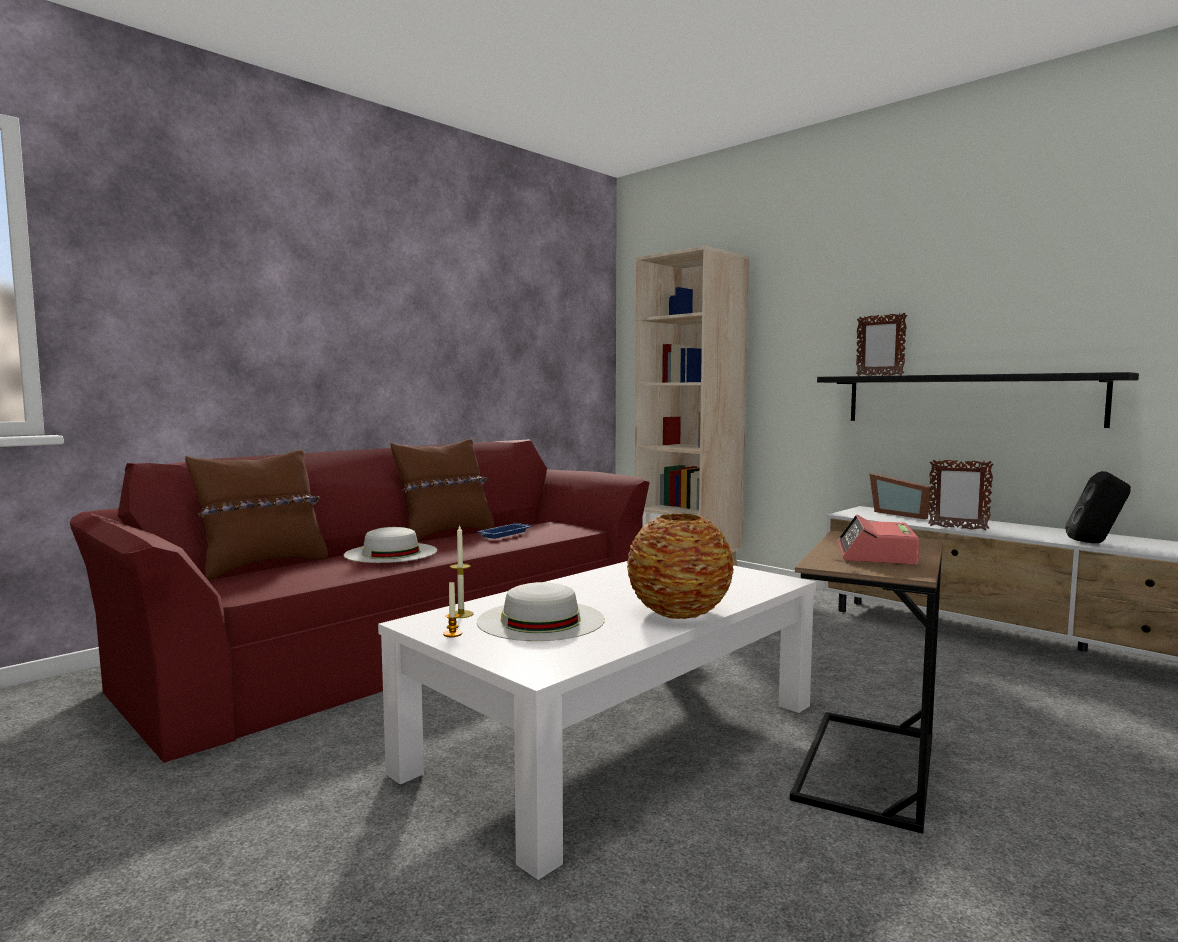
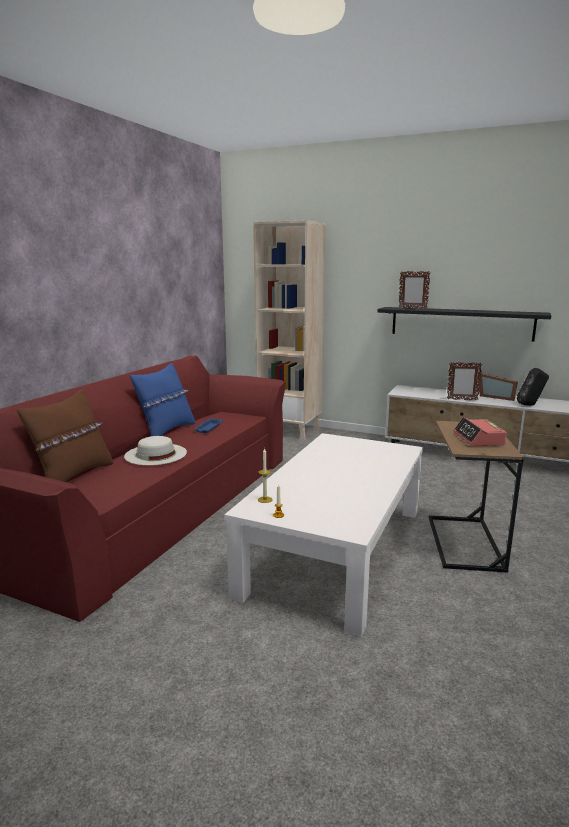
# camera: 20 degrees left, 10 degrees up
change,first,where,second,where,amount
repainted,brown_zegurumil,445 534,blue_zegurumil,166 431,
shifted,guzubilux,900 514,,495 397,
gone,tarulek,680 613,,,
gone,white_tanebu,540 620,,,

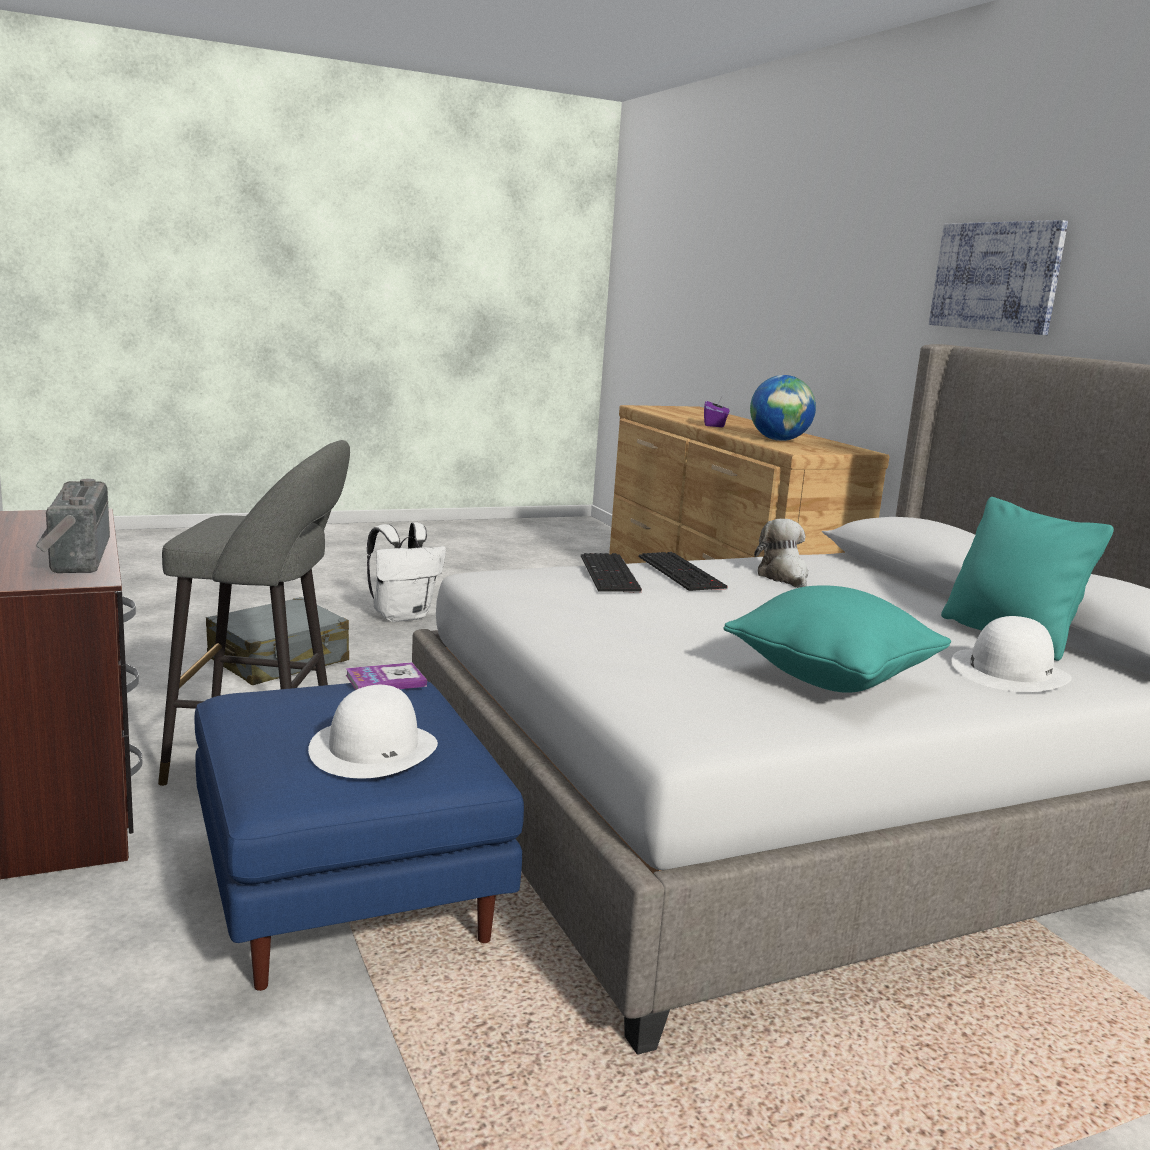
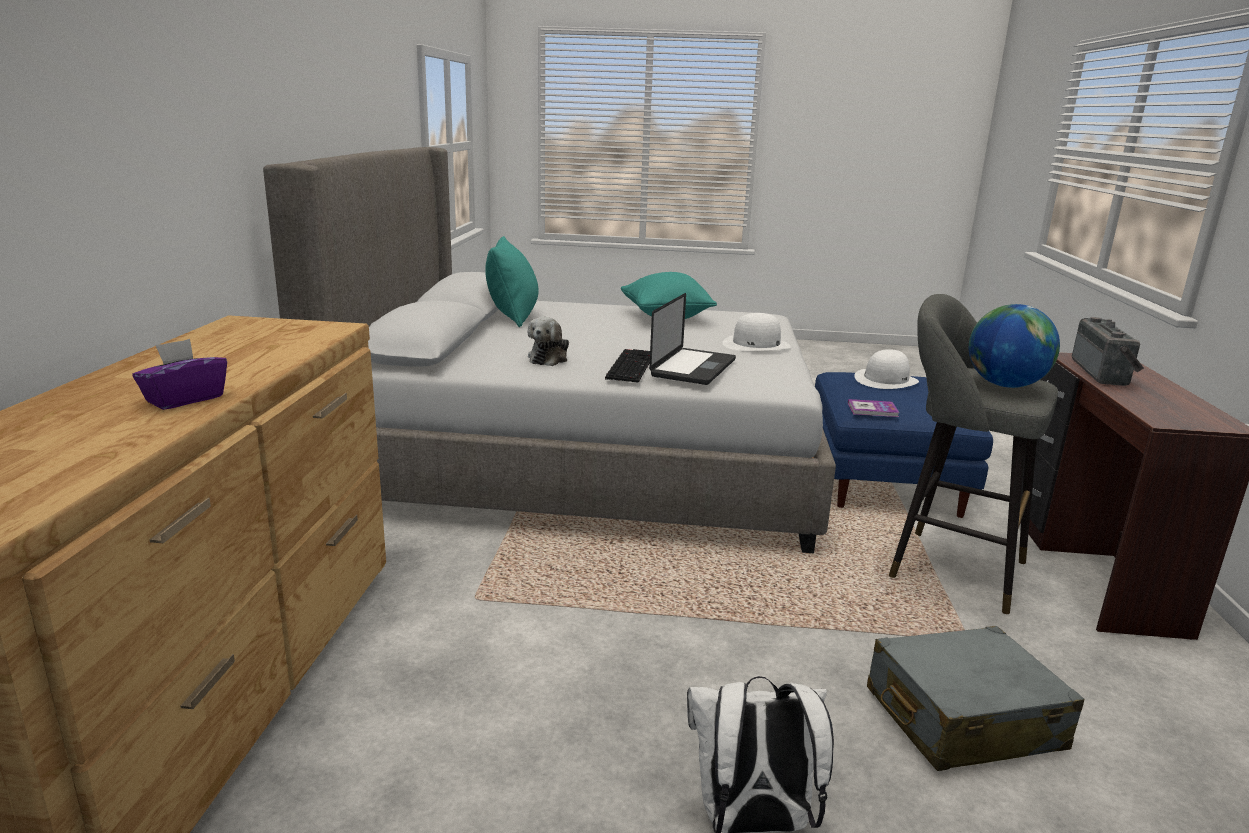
# camera: 150 degrees left, 5 degrees up
change,first,where,second,where,amount
gone,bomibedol,996 276,,,
shifted,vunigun,779 440,,1004 385,
swapped,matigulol,611 574,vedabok,693 368,
shifted,white_tanebu,1009 672,,756 344,

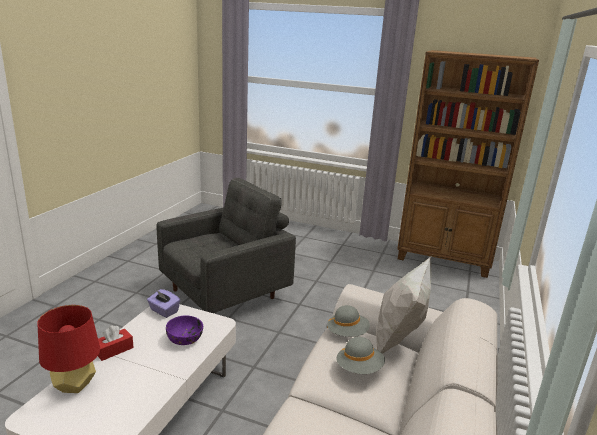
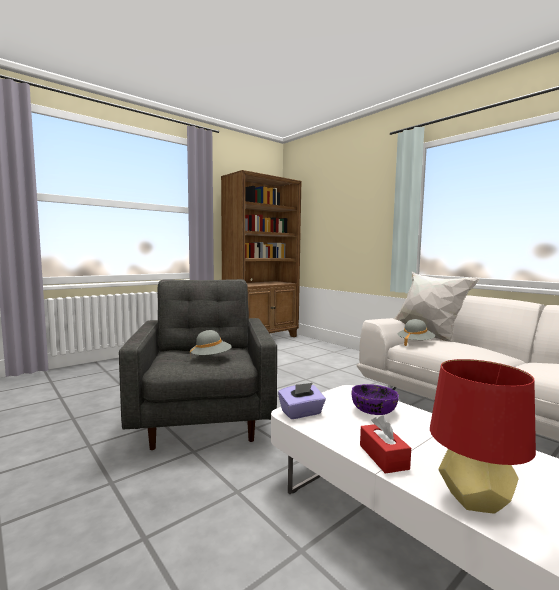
# camera: 60 degrees left, 15 degrees down
change,first,where,second,where,amount
shifted,grey_tanebu,359 368,,211 358,

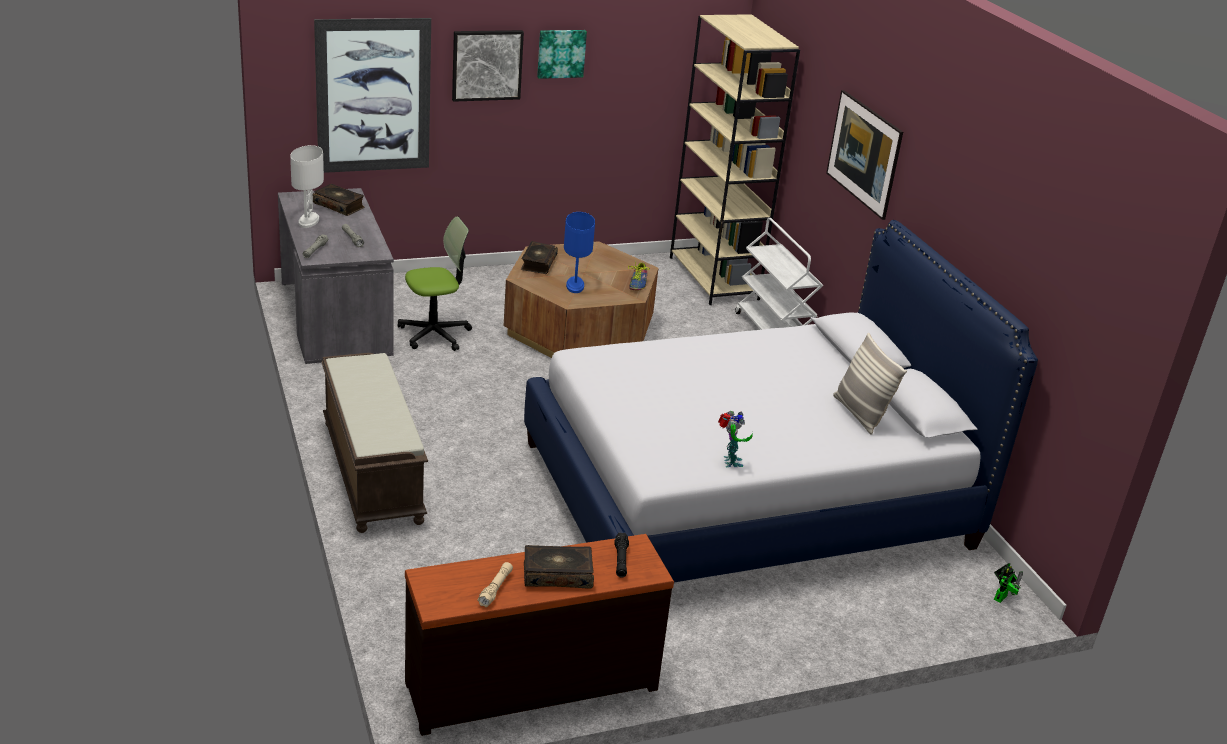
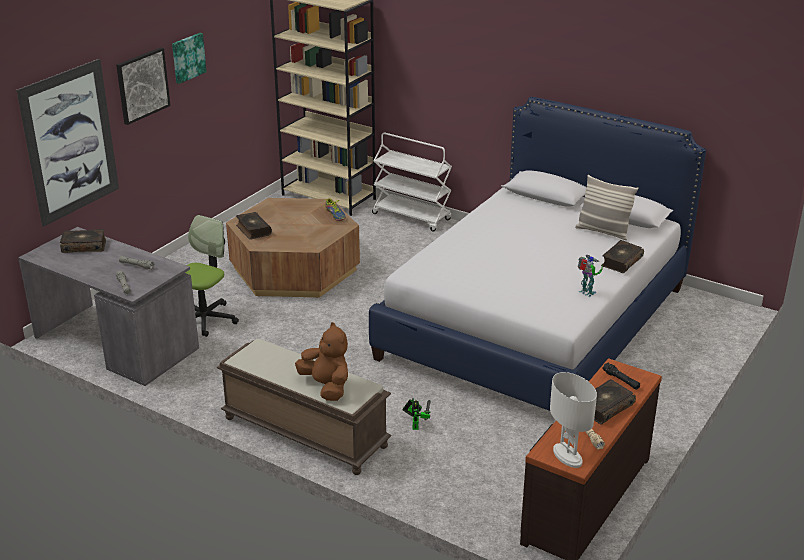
# camera: 35 degrees left, 0 degrees up
change,first,where,second,where,amount
gone,bomibedol,860 174,,,
shifted,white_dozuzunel,309 221,,568 456,
gone,blue_dozuzunel,575 286,,,
shifted,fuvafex,1001 596,,415 424,
new,,,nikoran,621 262,
new,,,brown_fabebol,326 387,

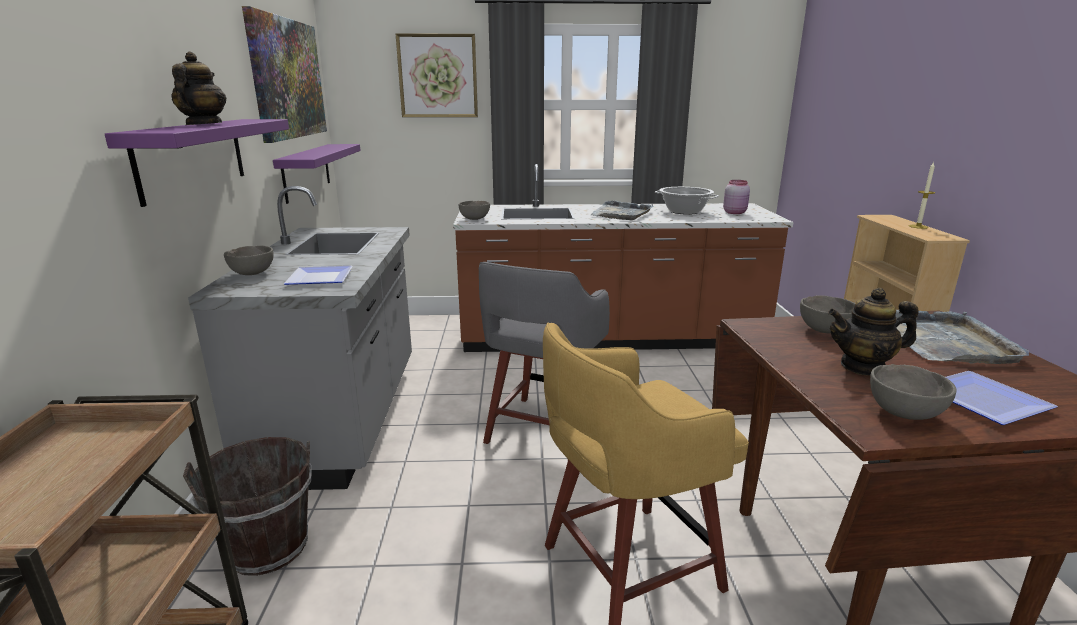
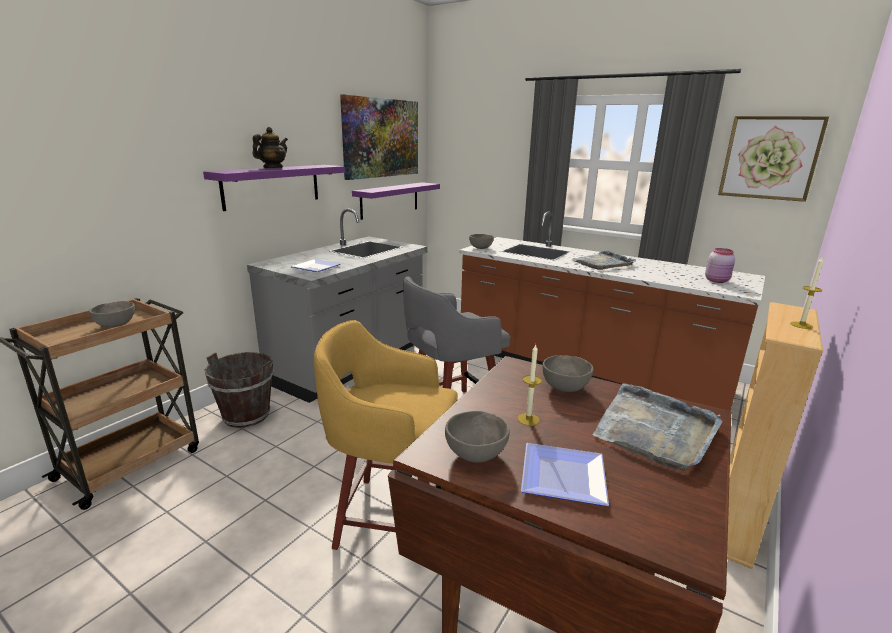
# camera: 35 degrees right, 0 degrees up
change,first,where,second,where,amount
shifted,bomibedol,438 76,,769 158,
gone,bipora,684 211,,,
shifted,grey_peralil,253 273,,117 325,
swapped,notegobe,863 367,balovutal,528 419,

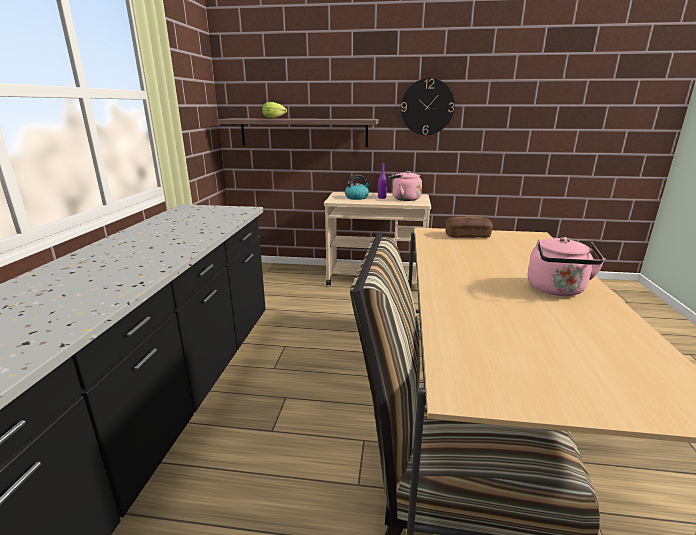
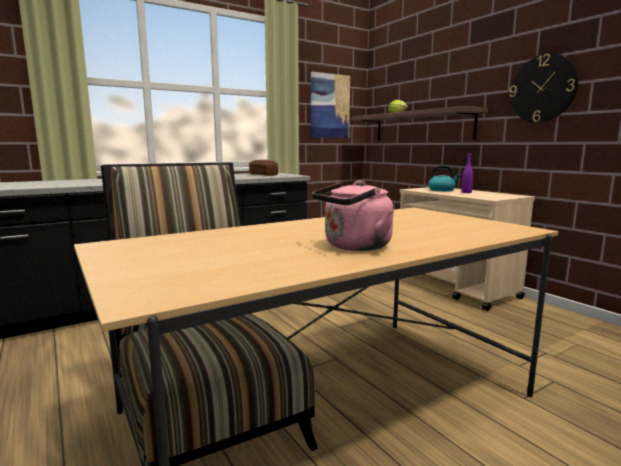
# camera: 50 degrees right, 10 degrees down
change,first,where,second,where,amount
gone,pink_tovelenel,404 199,,,
shifted,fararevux,467 236,,263 175,
new,,,bomibedol,330 106,

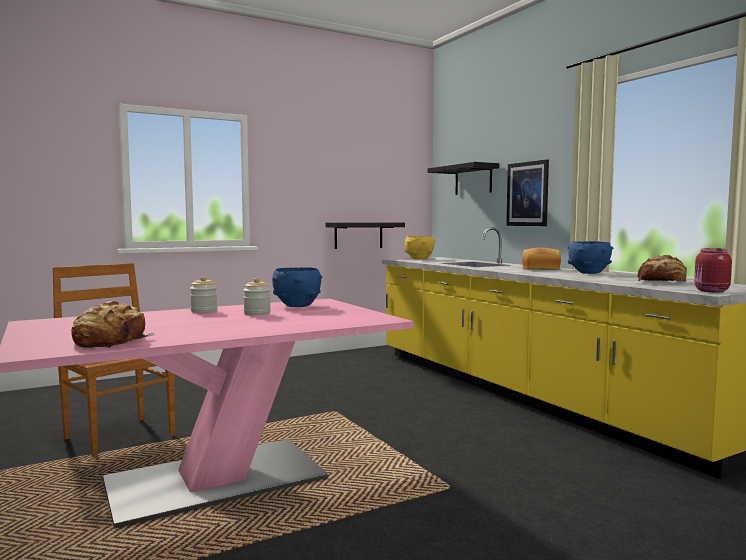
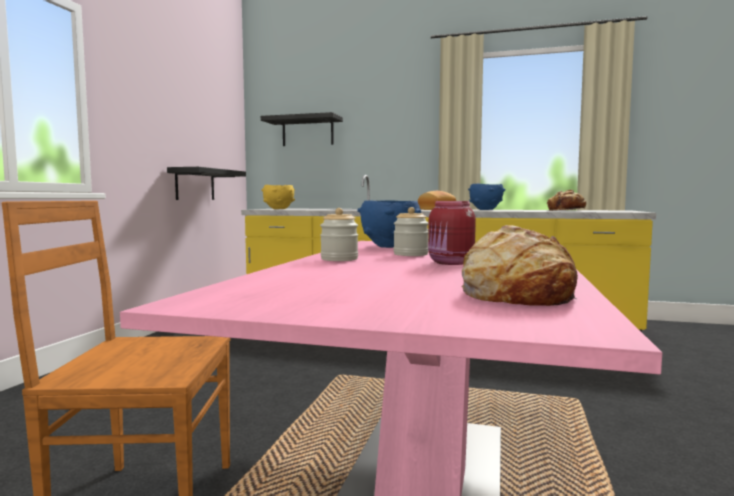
# camera: 45 degrees left, 0 degrees up
change,first,where,second,where,amount
gone,bomibedol,527 194,,,
shifted,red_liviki,710 291,,450 263,

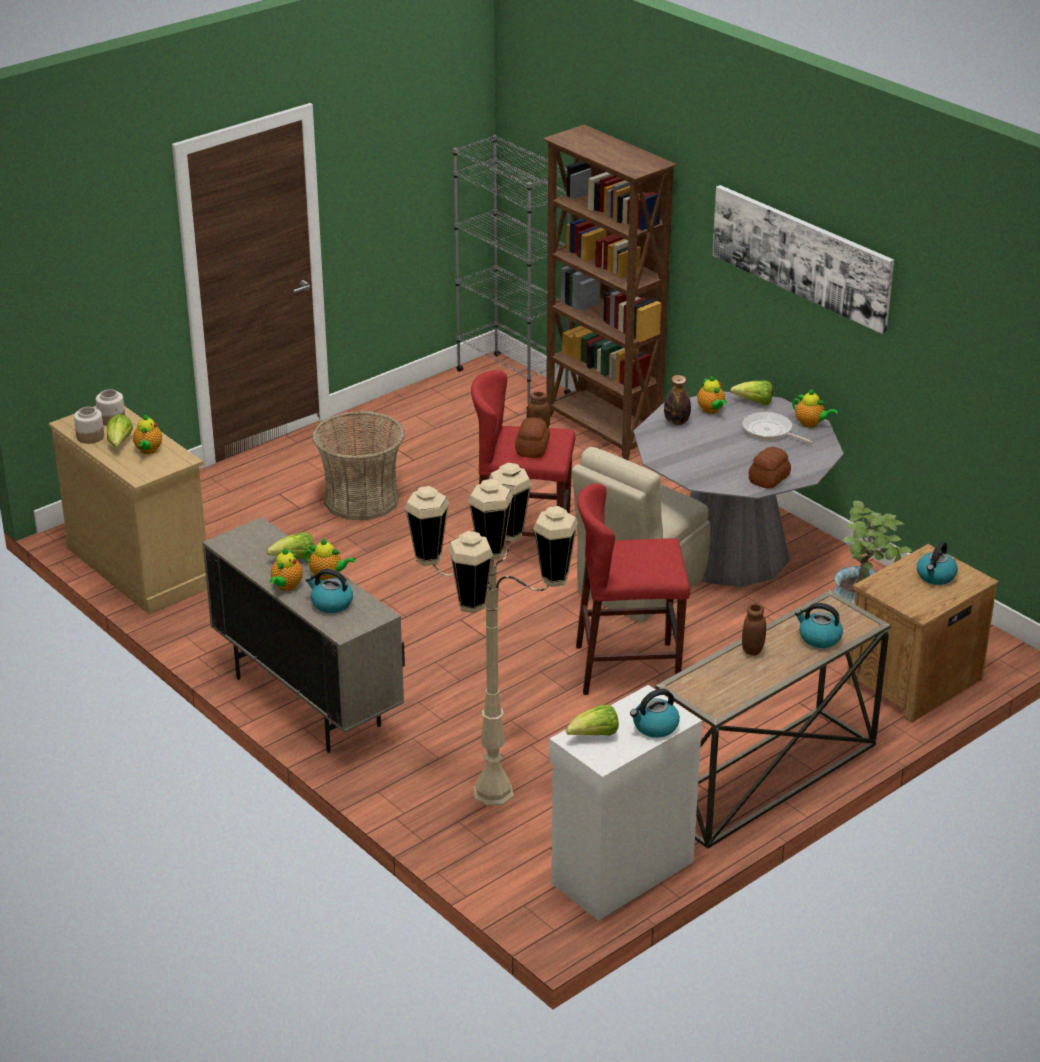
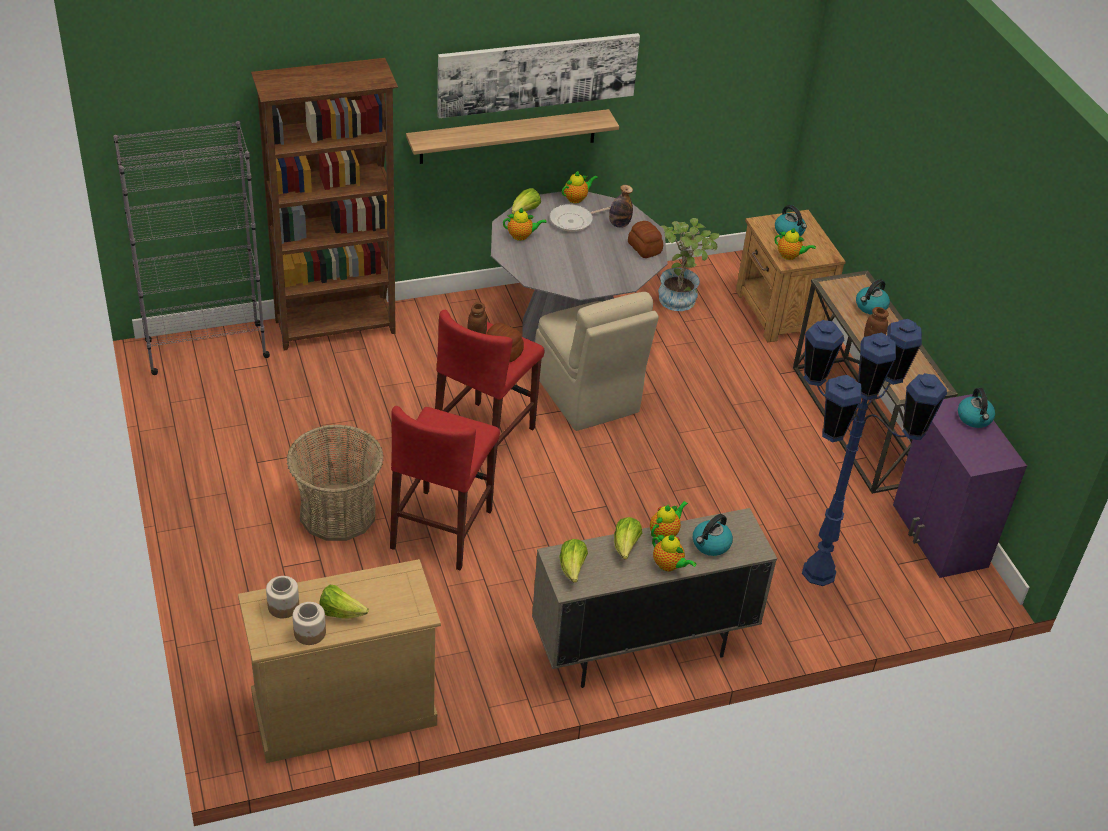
# camera: 70 degrees left, 10 degrees up
change,first,where,second,where,amount
shifted,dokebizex,676 422,,619 224,
shifted,notegobe,148 450,,790 256,
repainted,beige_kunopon,492 793,blue_kunopon,819 573,
shifted,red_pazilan,627 668,,442 529,
repainted,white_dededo,620 871,purple_dededo,938 536,
shifted,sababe,595 736,,572 569,
new,,,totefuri,508 136,

